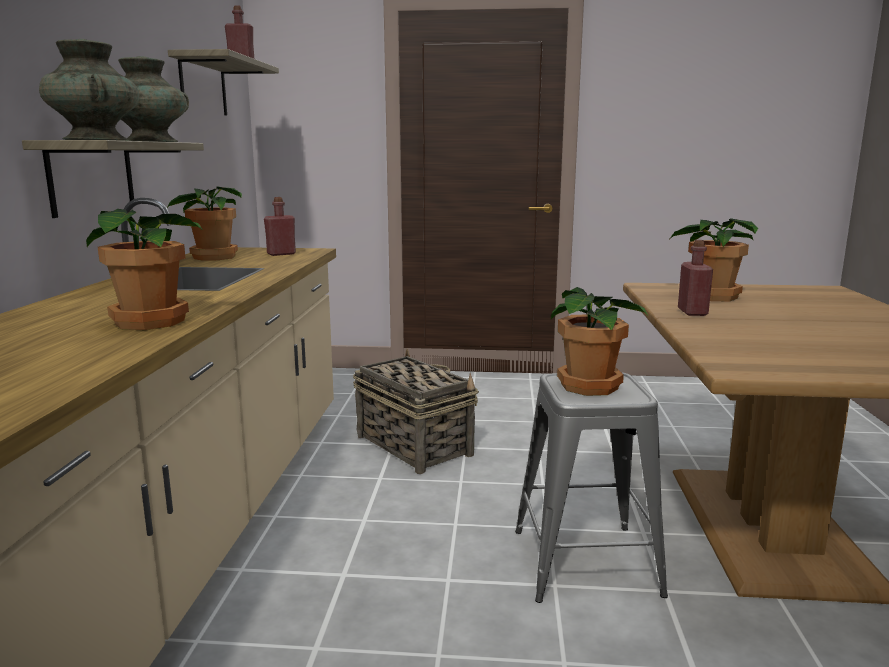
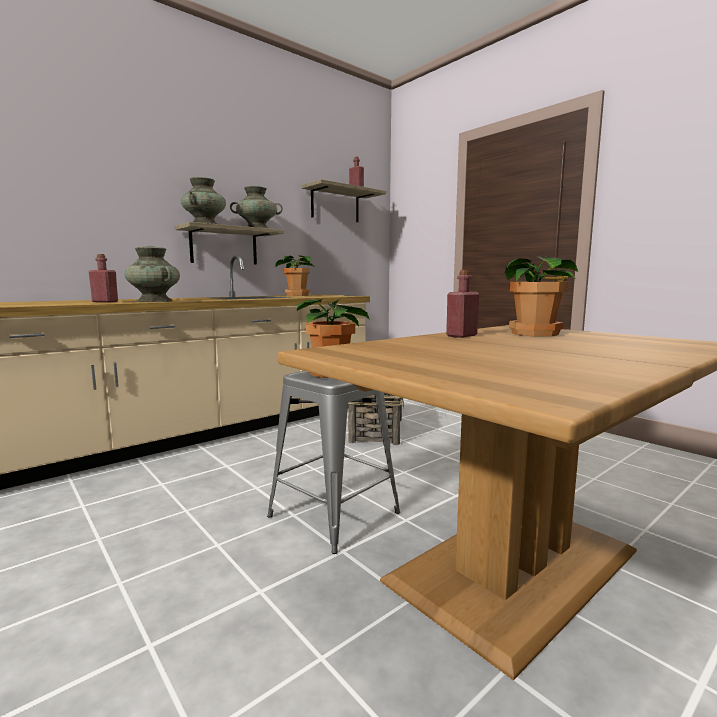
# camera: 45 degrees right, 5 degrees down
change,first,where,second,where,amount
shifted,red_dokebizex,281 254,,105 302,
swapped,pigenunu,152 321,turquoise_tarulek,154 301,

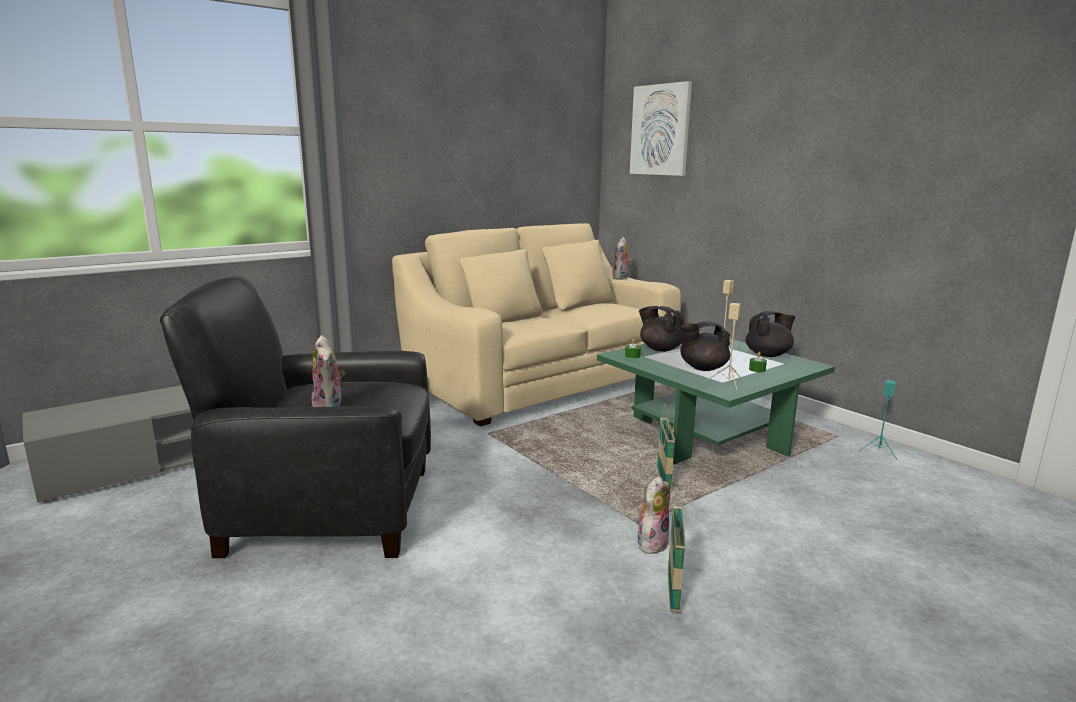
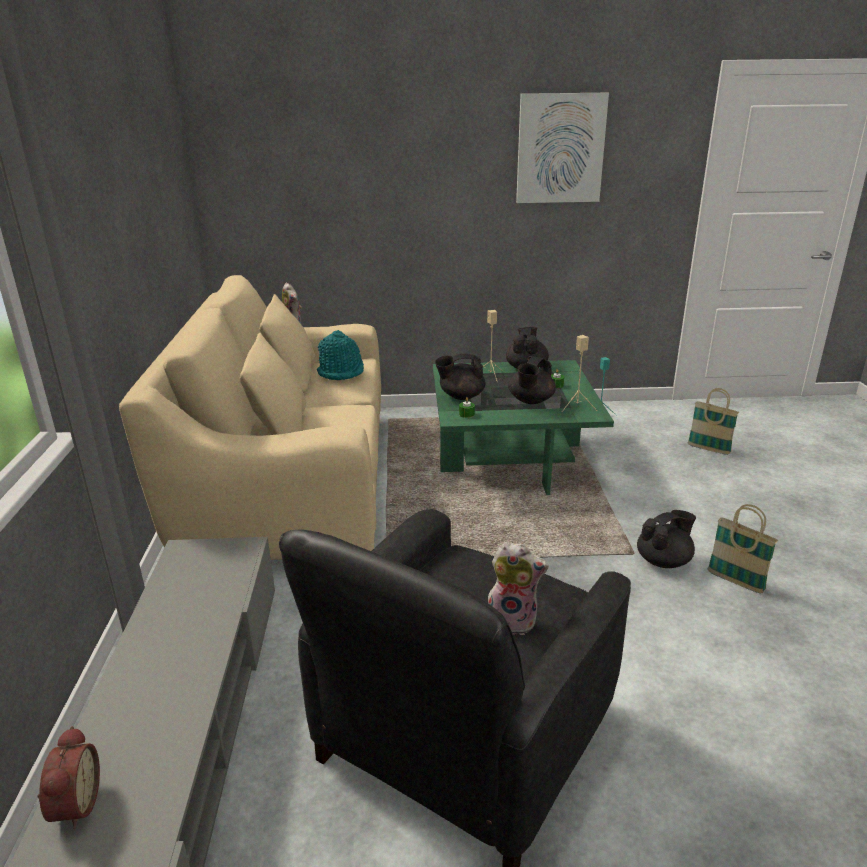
# camera: 55 degrees left, 10 degrees up
change,first,where,second,where,amount
shifted,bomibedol,660 130,,560 149,
shifted,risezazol,663 481,,708 449,
swapped,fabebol,651 543,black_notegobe,664 561,
new,,,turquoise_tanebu,341 372,
new,,,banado,74 805,

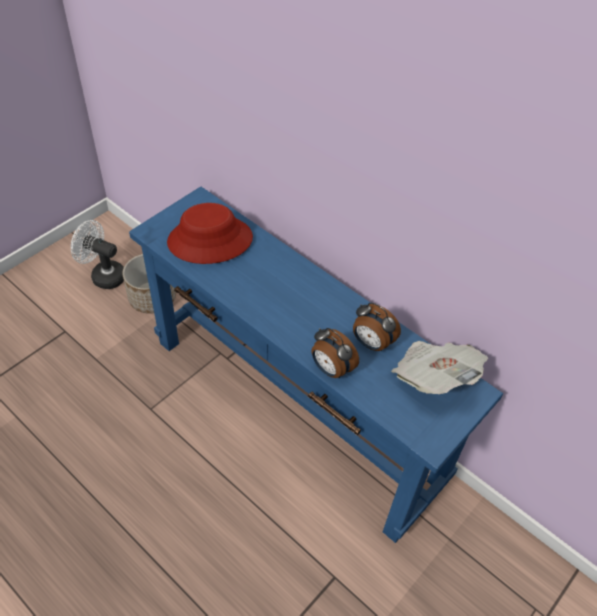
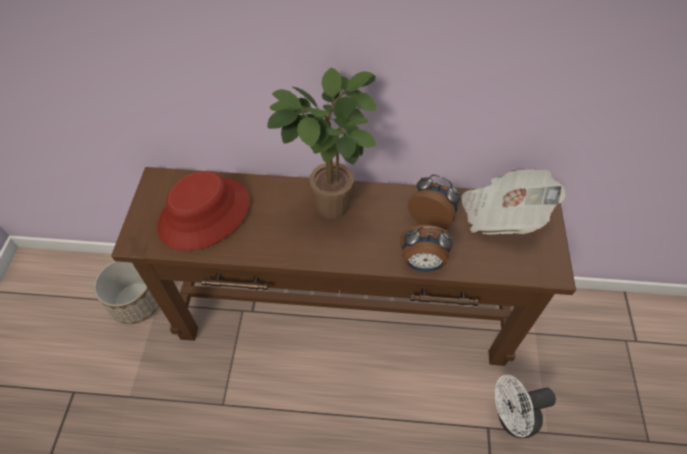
# camera: 35 degrees left, 5 degrees up
change,first,where,second,where,amount
repainted,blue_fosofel,294 408,brown_fosofel,343 314,
shifted,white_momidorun,104 275,,511 419,
rotated,banado,371 343,,431 218,150 degrees counterclockwise
new,,,pigenunu,331 210,

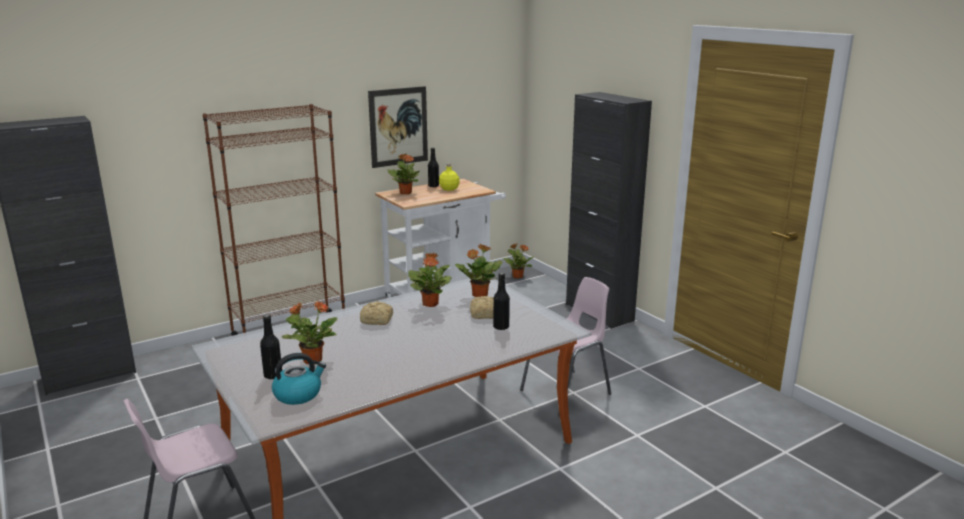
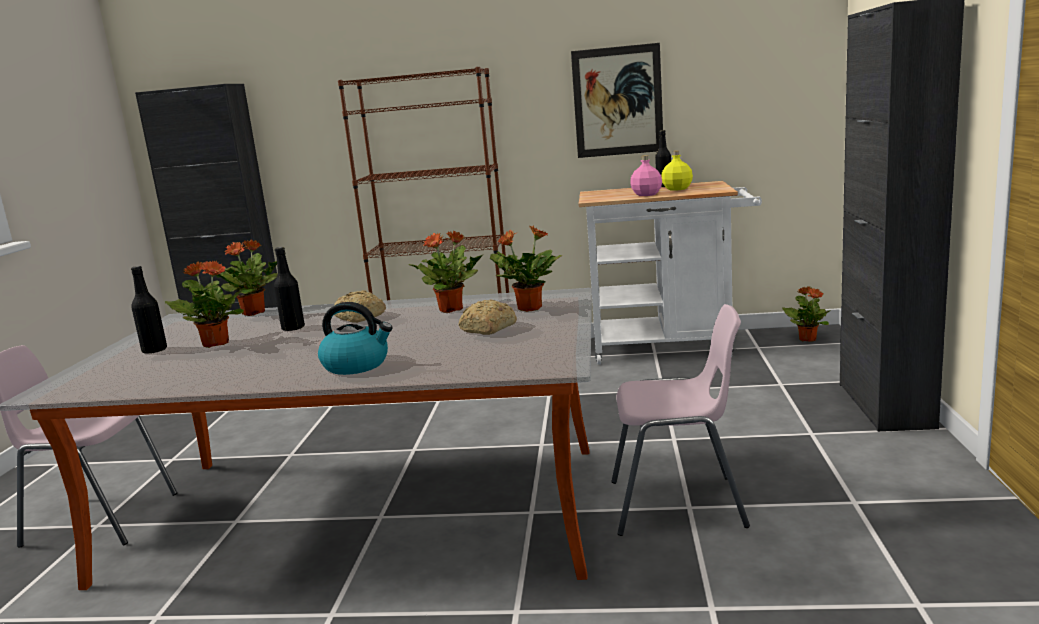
# camera: 40 degrees right, 5 degrees down
change,first,where,second,where,amount
shifted,pigenunu,405 192,,254 312,
shifted,black_dokebizex,501 327,,293 328,
shifted,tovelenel,298 394,,357 365,
new,,,pink_dokebizex,647 195,

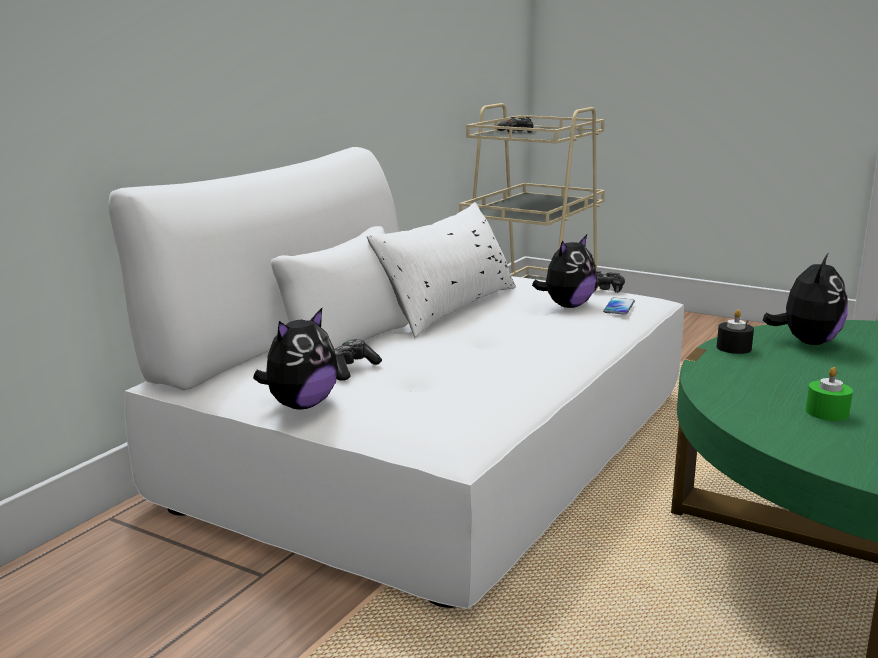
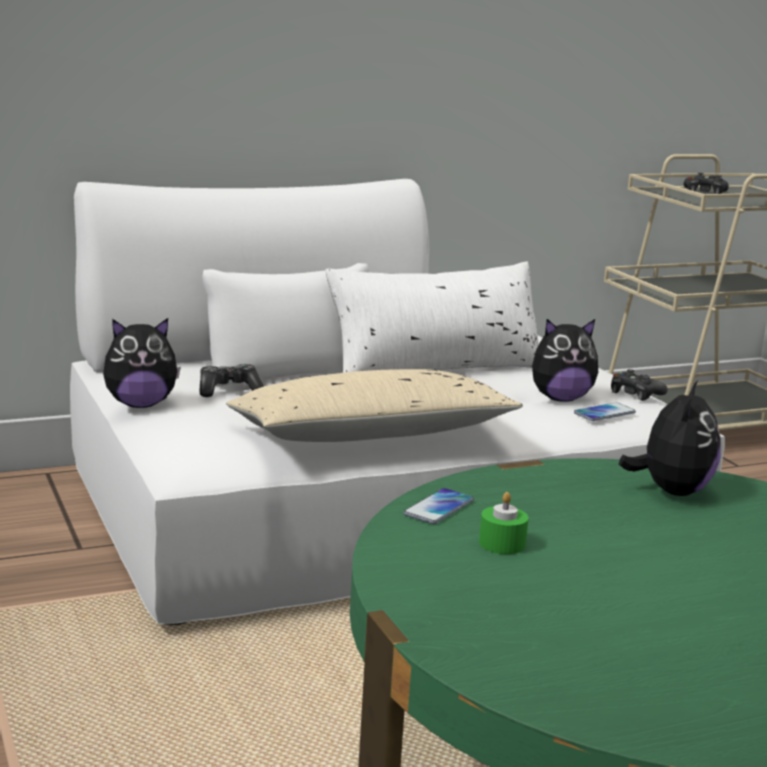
# camera: 35 degrees right, 0 degrees up
change,first,where,second,where,amount
rotated,fabebol,806 342,,671 491,45 degrees counterclockwise
gone,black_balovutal,733 348,,,
new,,,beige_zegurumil,371 435,
new,,,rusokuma,439 508,

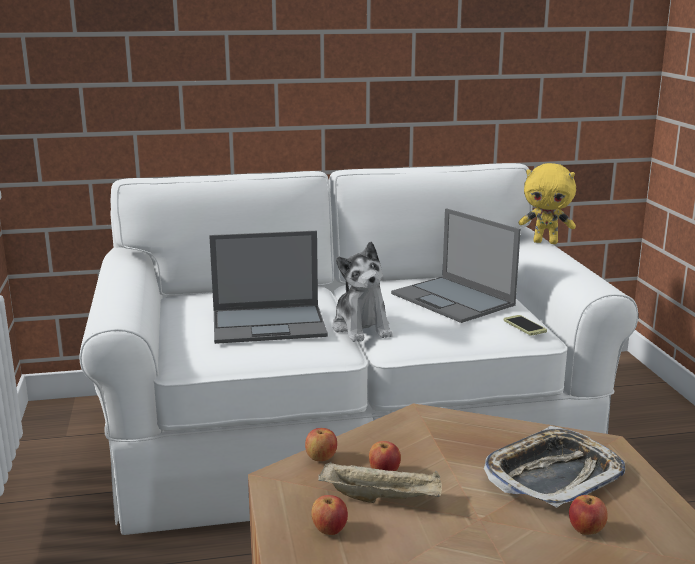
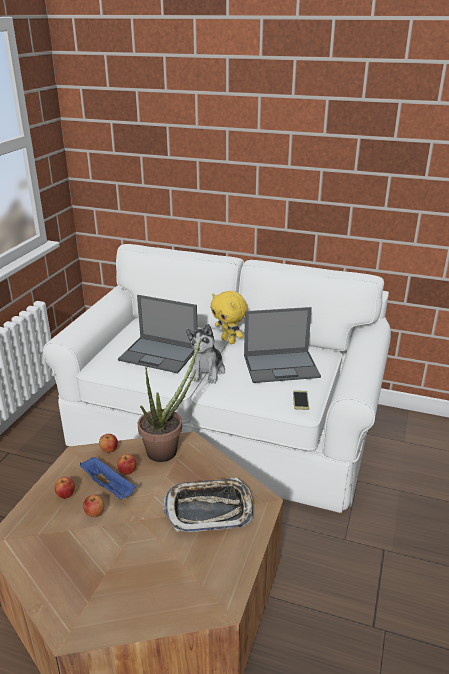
# camera: 30 degrees right, 10 degrees up
change,first,where,second,where,amount
shifted,yellow_fabebol,546 242,,229 340,
rotated,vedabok,453 300,,282 366,90 degrees counterclockwise
repainted,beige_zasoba,382 498,blue_zasoba,109 487,
shifted,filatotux,586 530,,94 513,
new,,,pigenunu,167 449,

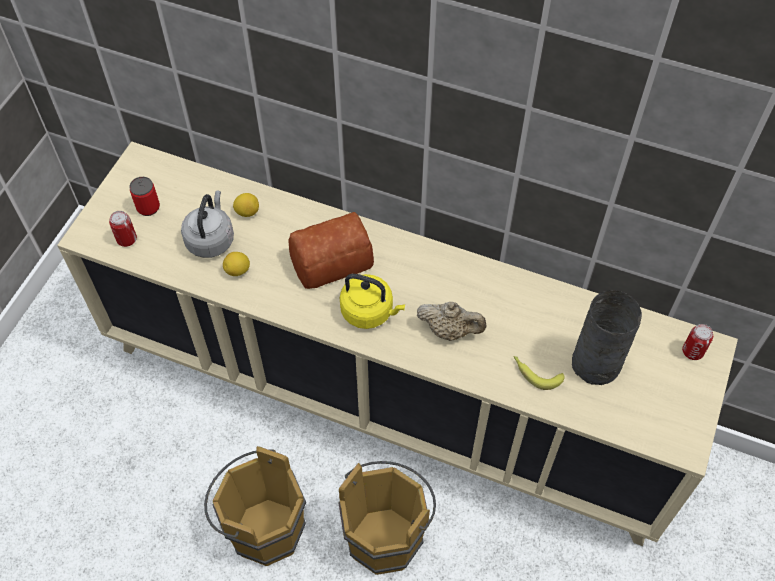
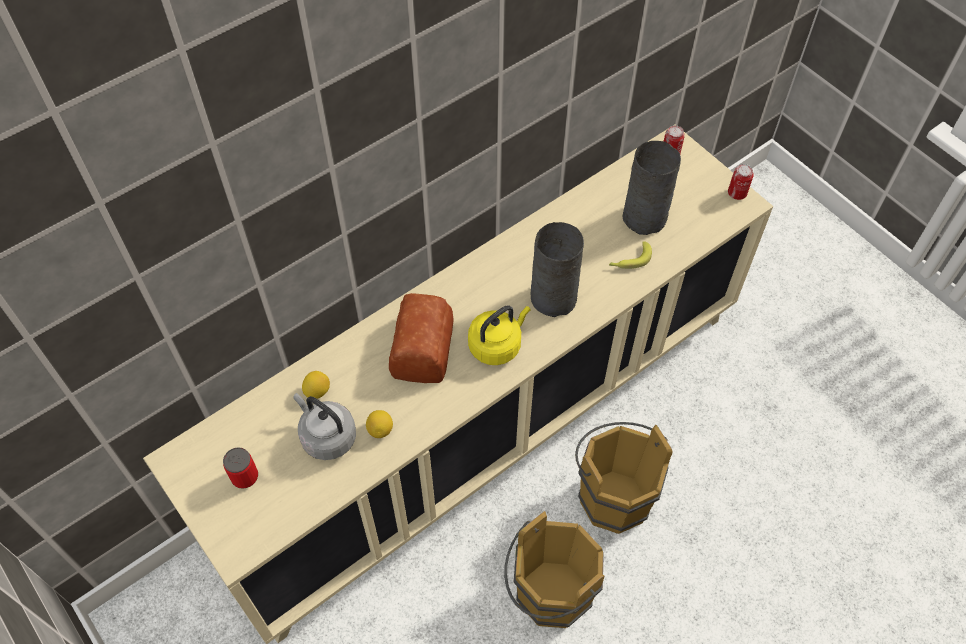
# camera: 60 degrees left, 0 degrees up
change,first,where,second,where,amount
shifted,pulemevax,127 239,,737 193,
swapped,beige_notegobe,450 330,grey_tarulek,553 296,

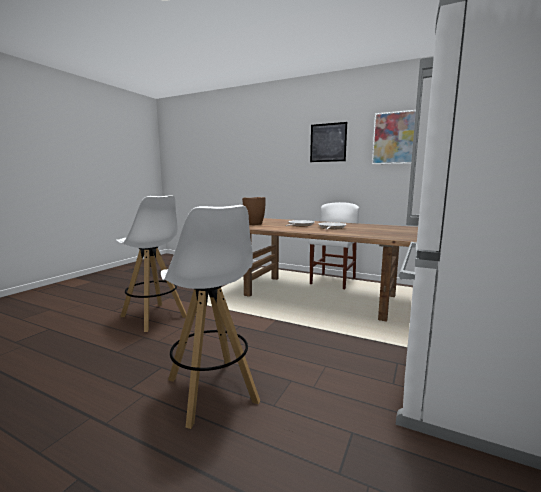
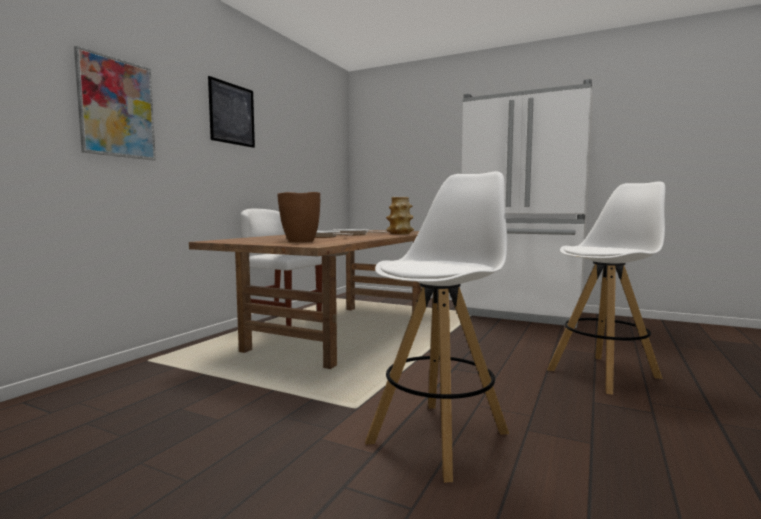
# camera: 90 degrees left, 5 degrees down
change,first,where,second,where,amount
shifted,bomibedol,393 138,,116 108,
new,,,tarulek,400 233,

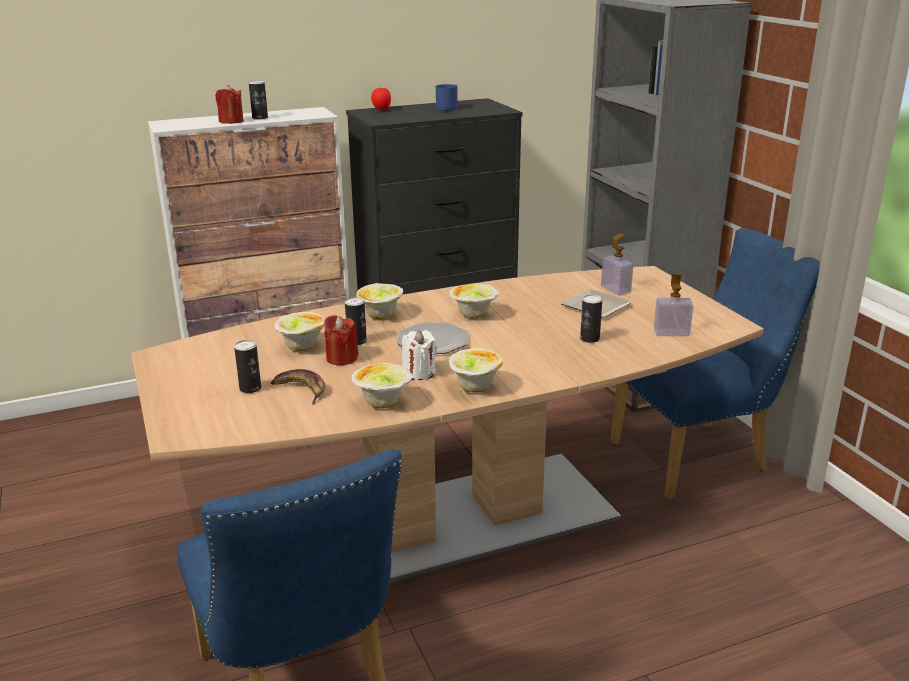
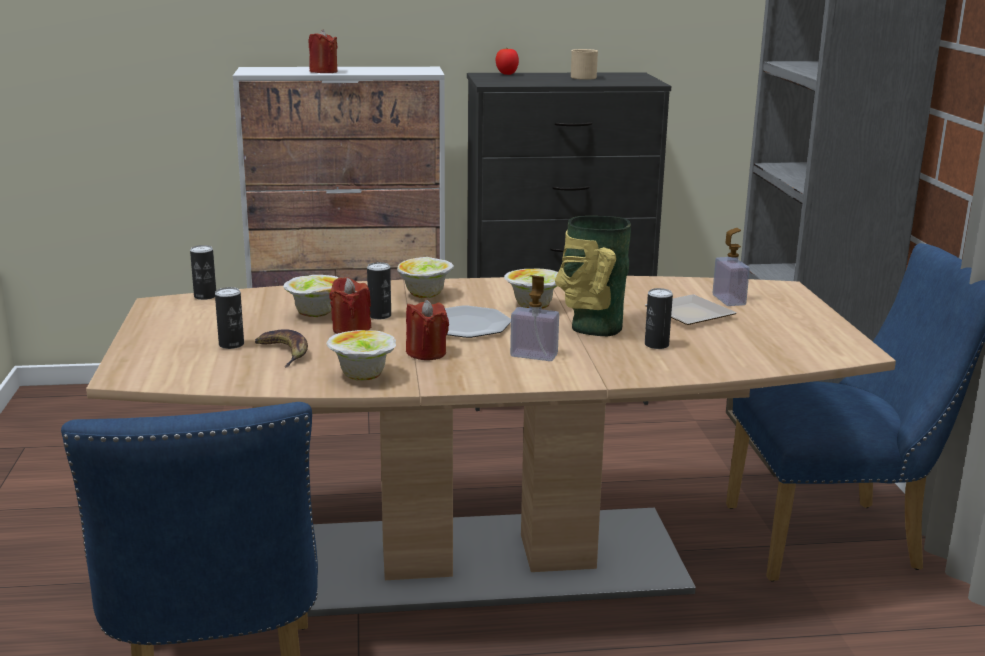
# camera: 15 degrees right, 5 degrees down
change,first,where,second,where,amount
shifted,pulemevax,260 118,,205 296,
repainted,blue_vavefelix,446 108,beige_vavefelix,584 77,
shifted,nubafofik,671 333,,534 355,
repainted,white_balovutal,419 373,red_balovutal,426 353,
gone,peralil,474 388,,,
new,,,tarulek,593 327,

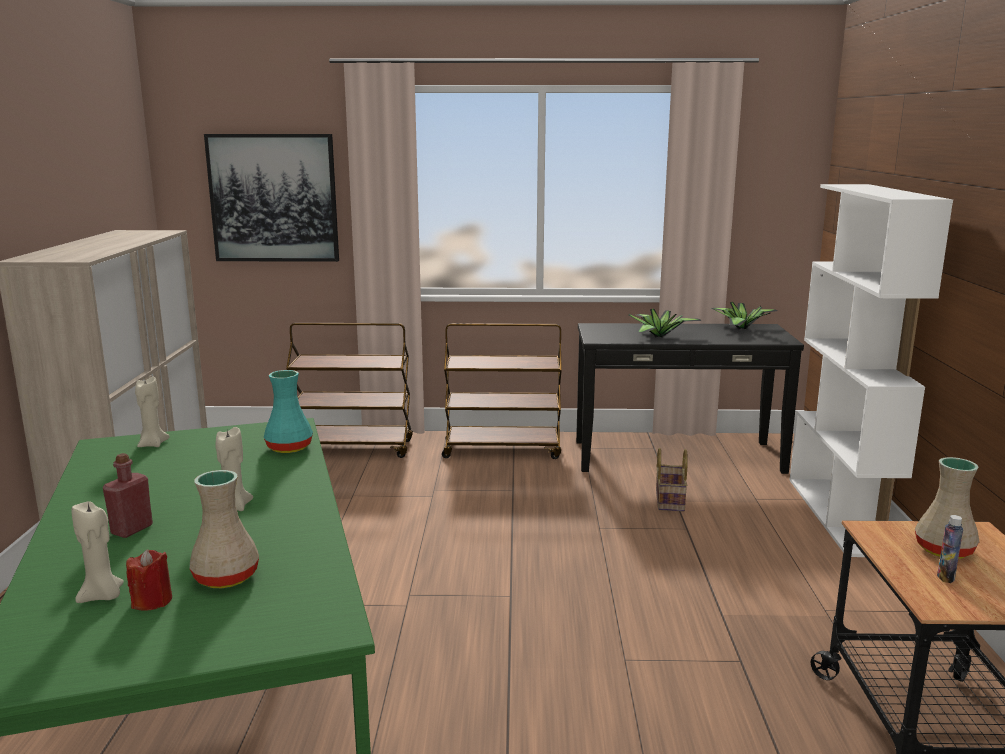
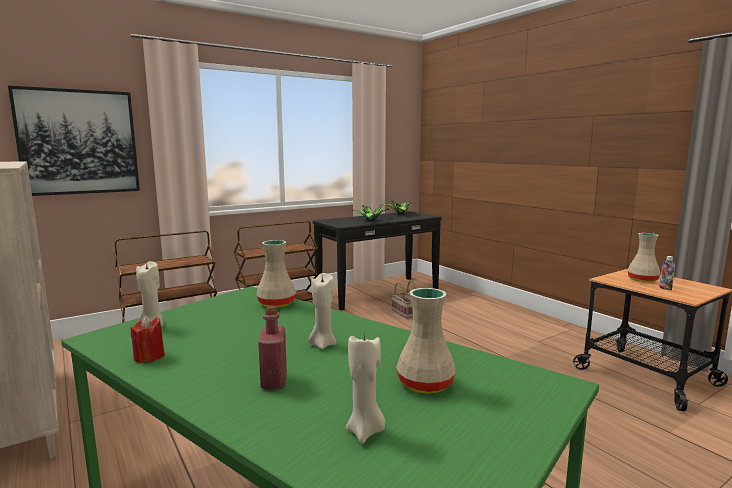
# camera: 35 degrees left, 5 degrees down
change,first,where,second,where,amount
gone,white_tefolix,840 515,,,
repainted,turquoise_tarulek,288 448,beige_tarulek,276 304,
shifted,red_balovutal,152 601,,149 357,

